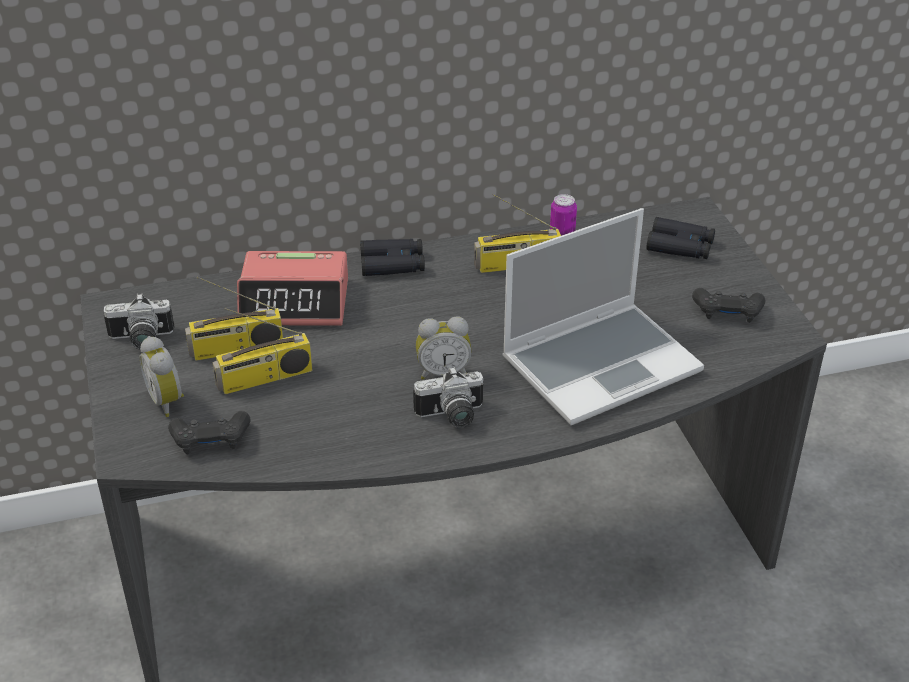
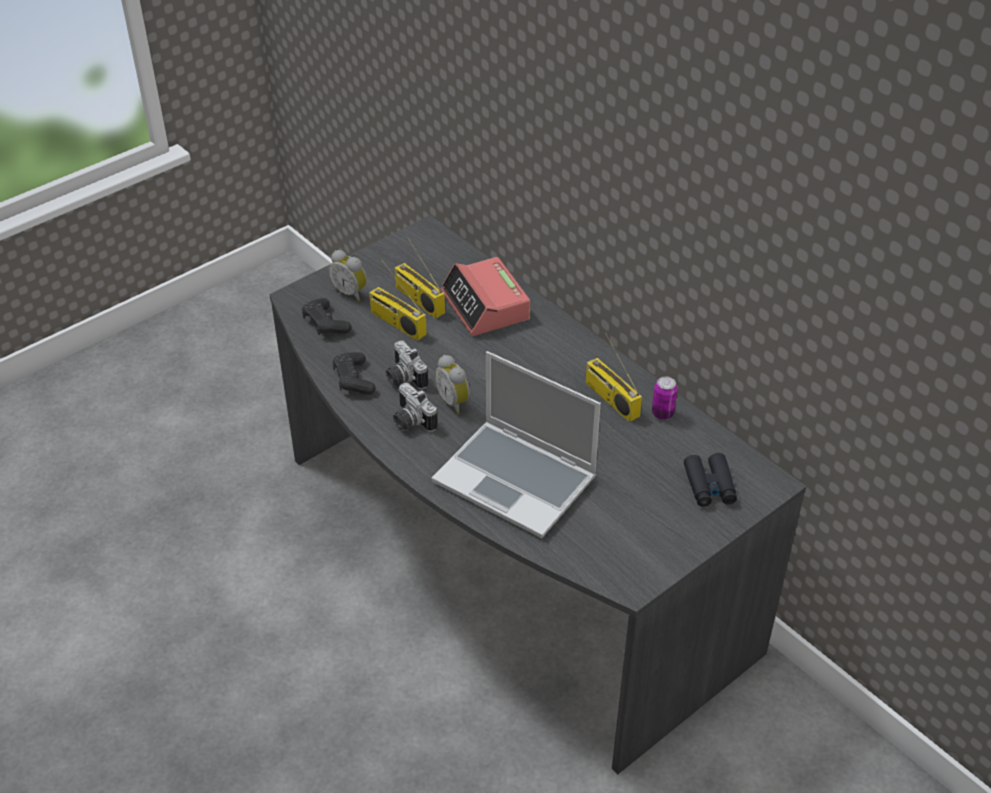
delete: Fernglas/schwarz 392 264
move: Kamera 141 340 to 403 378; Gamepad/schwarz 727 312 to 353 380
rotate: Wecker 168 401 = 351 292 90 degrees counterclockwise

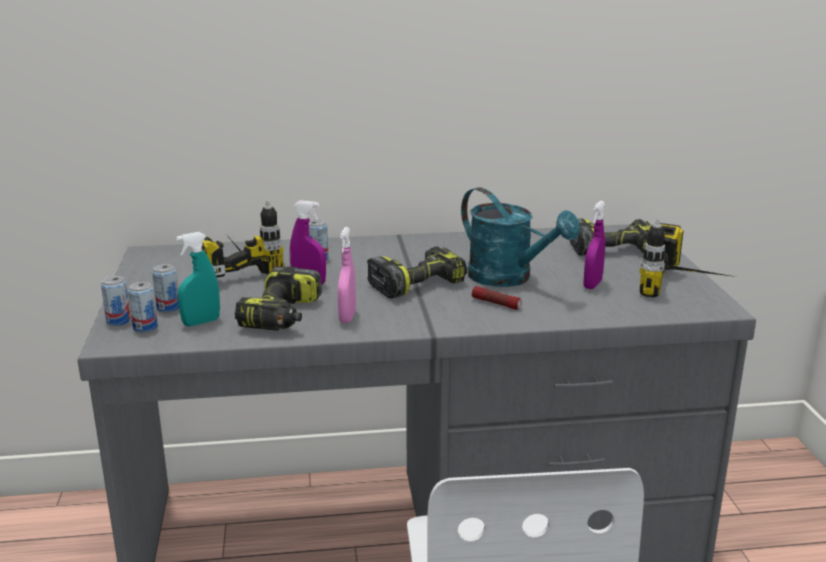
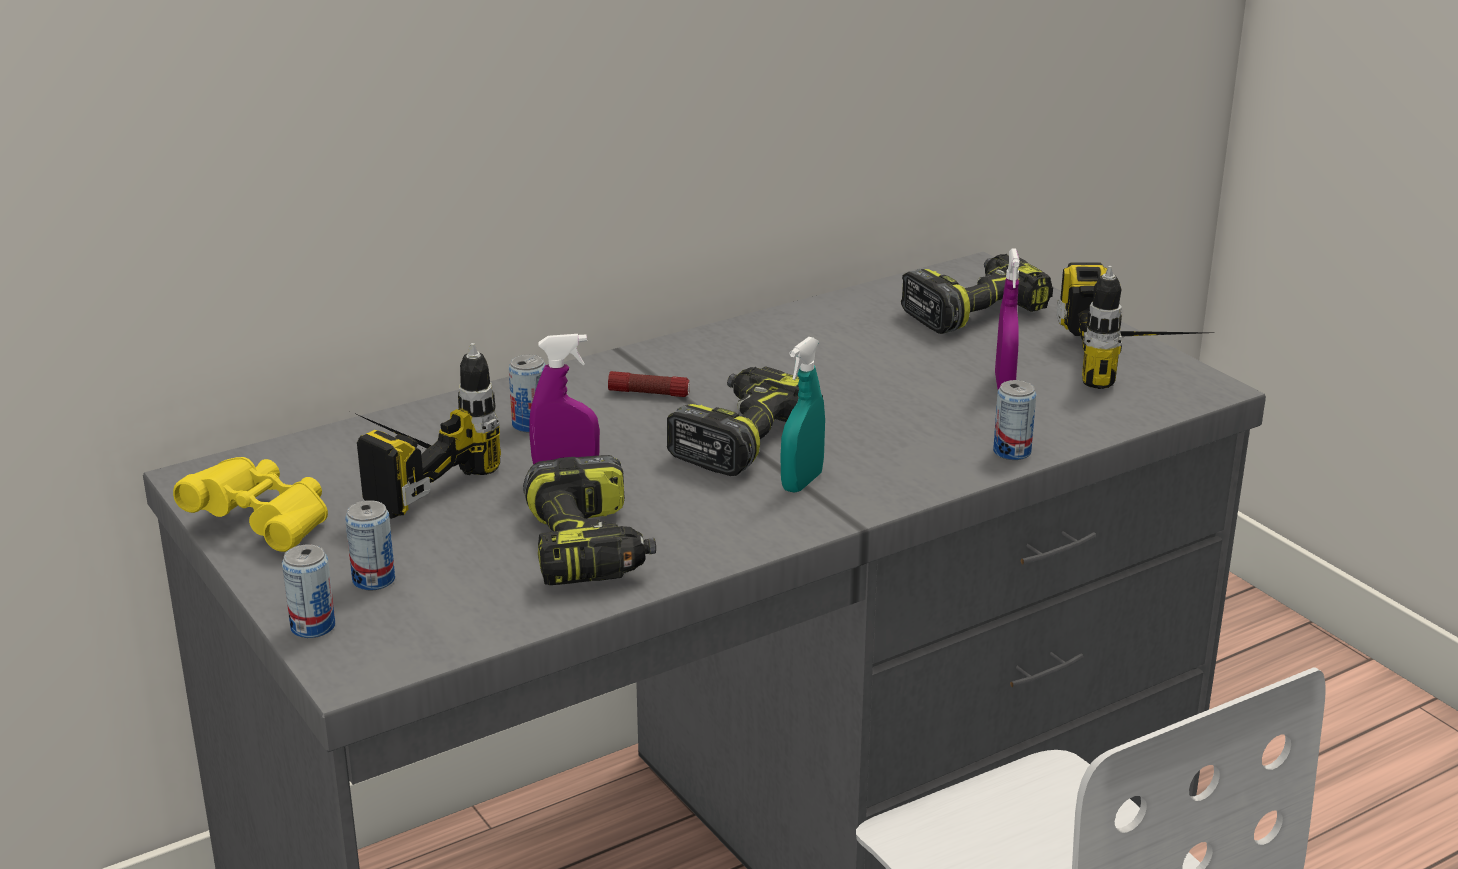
delete: Sprühflasche/rosa 347 317; Gießkanne/türkis 509 278
insert: Fernglas/gelb 264 524
move: Dose 145 327 to 1012 452; Sprühflasche/türkis 201 322 to 802 482; Taschenlampe 496 303 to 649 393

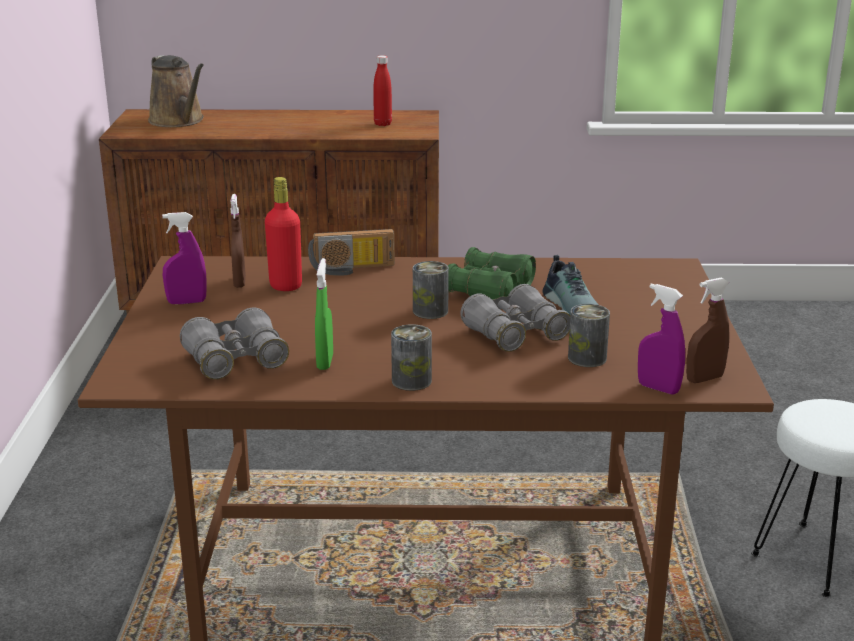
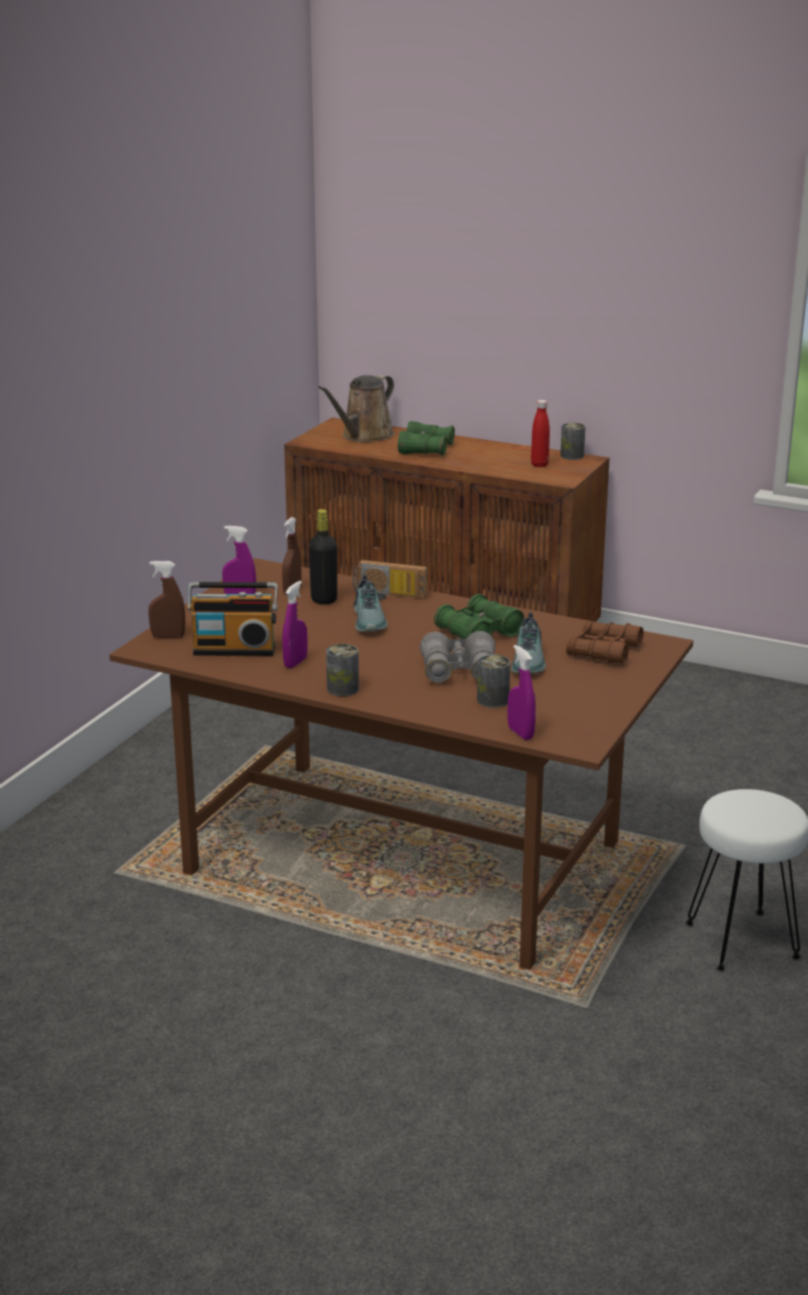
insert: Schuh 370 620; Fernglas/grün 426 449; Fernglas/braun 603 651
move: Dose 430 311 to 572 456; Sprühflasche/braun 704 379 to 168 637
replace: Fernglas/grau 236 360 to Radio 235 649
recolor: Flasche/rot 285 286 to Flasche/schwarz 324 599; Sprühflasche/grün 325 362 to Sprühflasche/lila 295 663
rotate: Gießkanne/braun 179 121 = 364 436 45 degrees clockwise

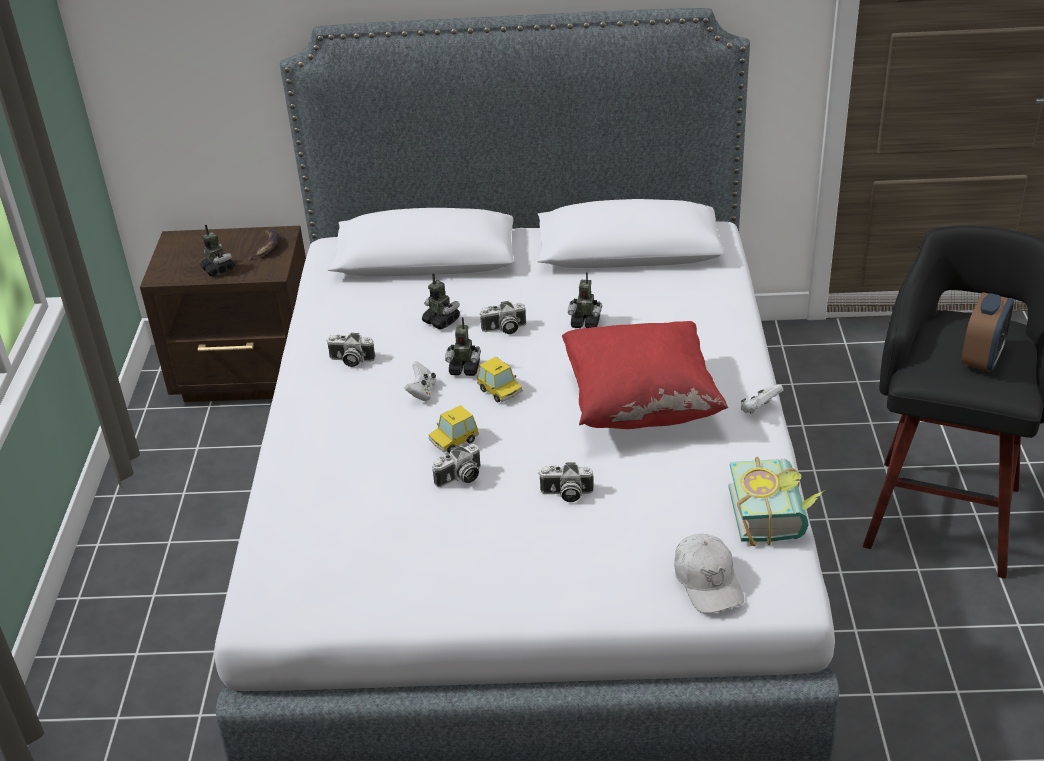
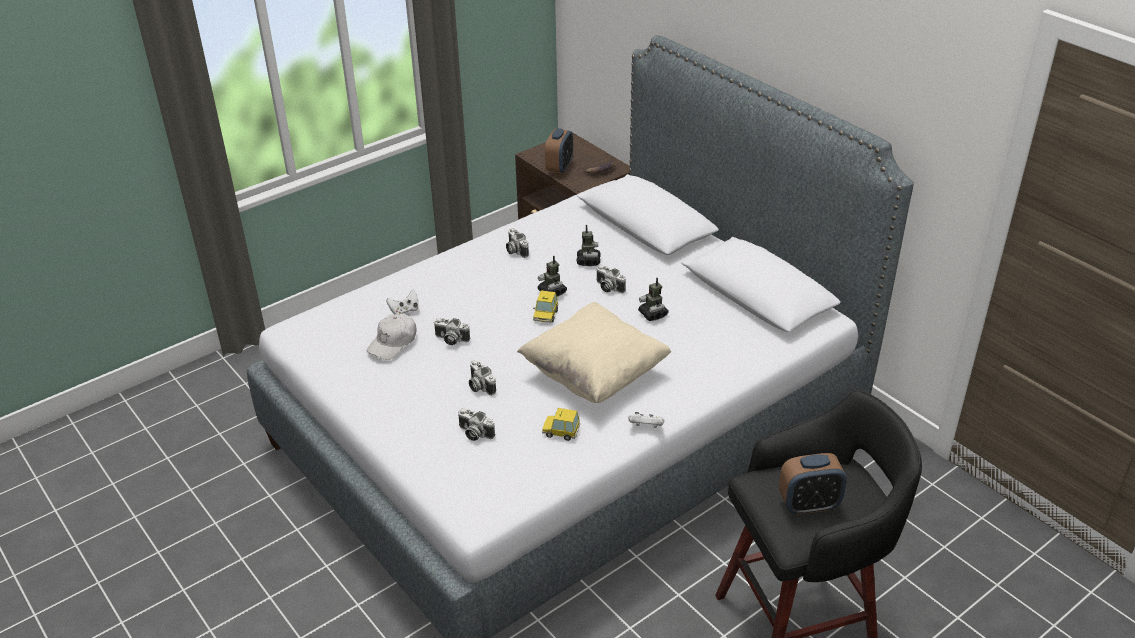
delete: Buch 776 516
insert: Kamera 474 433
move: Gamepad/weiß 422 392 to 404 311; Spielzeugauto 453 440 to 561 431; Kappe/weiß 708 581 to 393 343
replace: Spielzeugroboter 218 269 to Wecker 559 168
recolor: Kissen/rot 640 404 to Kissen/beige 594 375

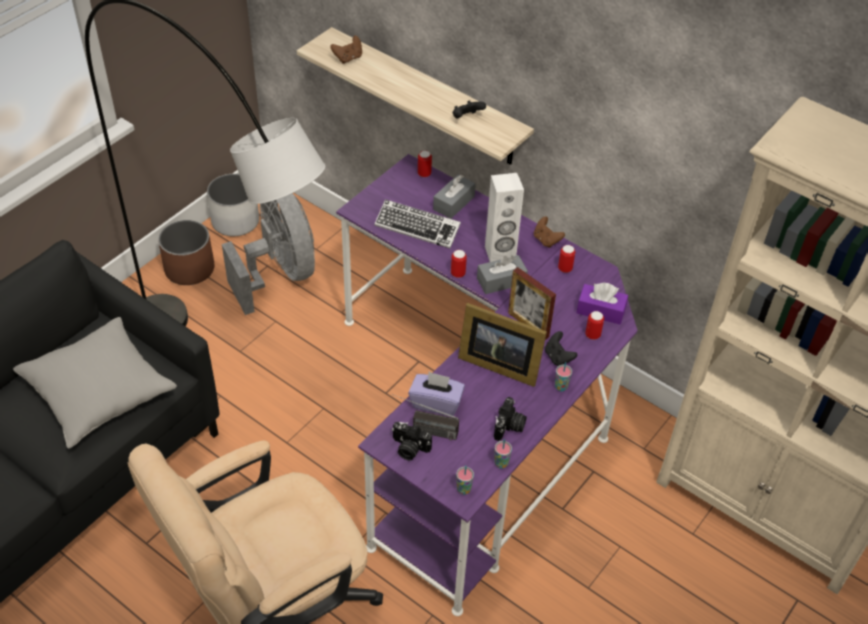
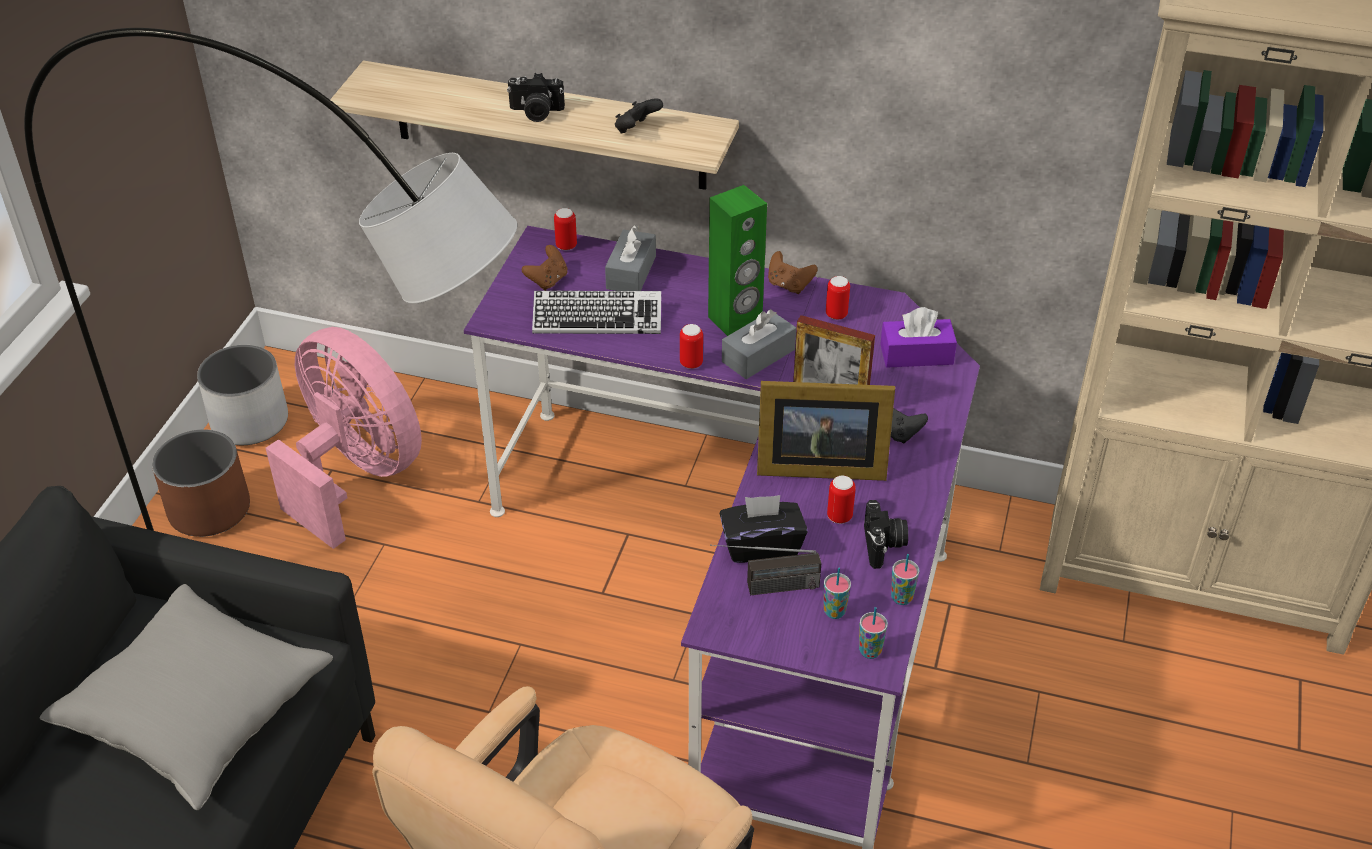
move: Gamepad/braun 348 58 to 547 280; Kamera 409 448 to 536 112; Tasse 561 387 to 834 612; Dose 592 335 to 839 516
recolor: Ventilator/grau 279 273 to Ventilator/rosa 355 475; Taschentuchbox/lila 436 403 to Taschentuchbox/schwarz 761 545; Lautsprecher/weiß 500 253 to Lautsprecher/grün 735 320

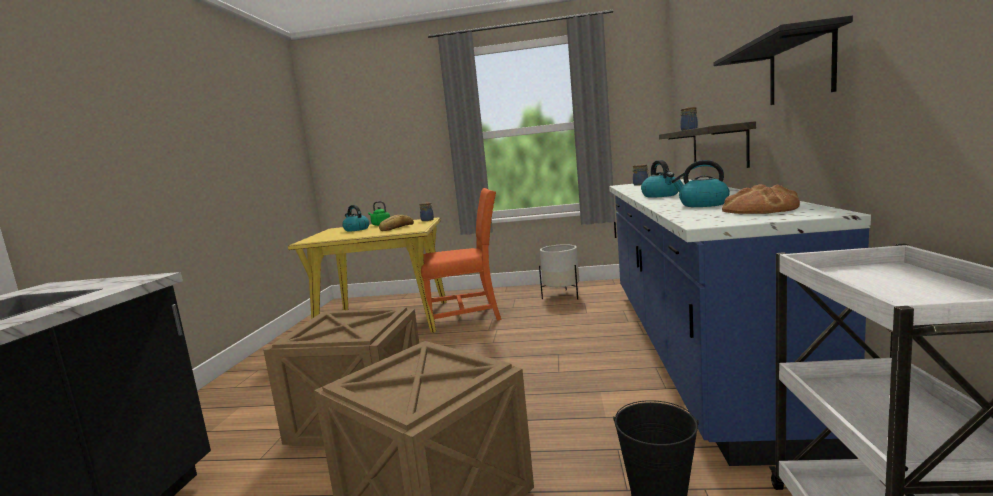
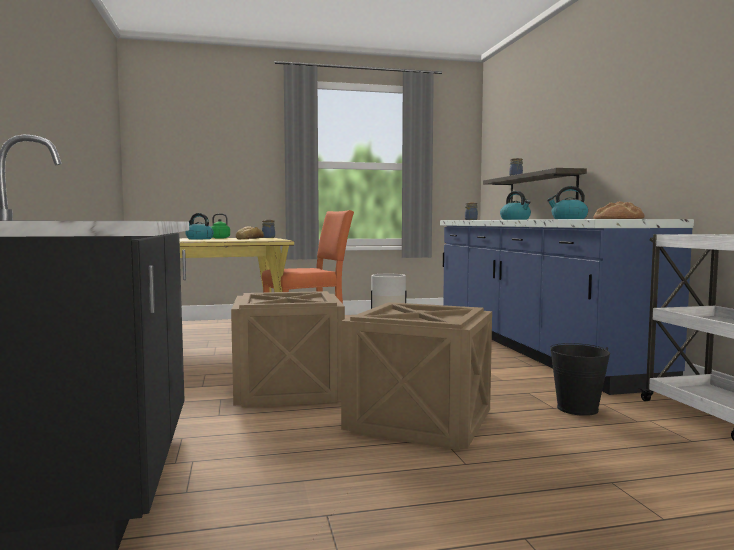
delete: Wandregal/schwarz 800 69

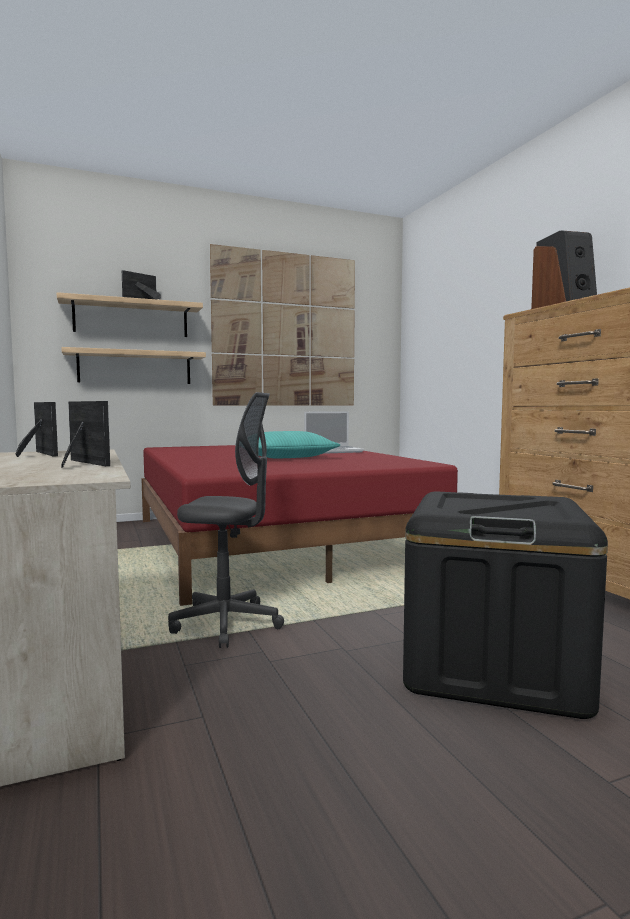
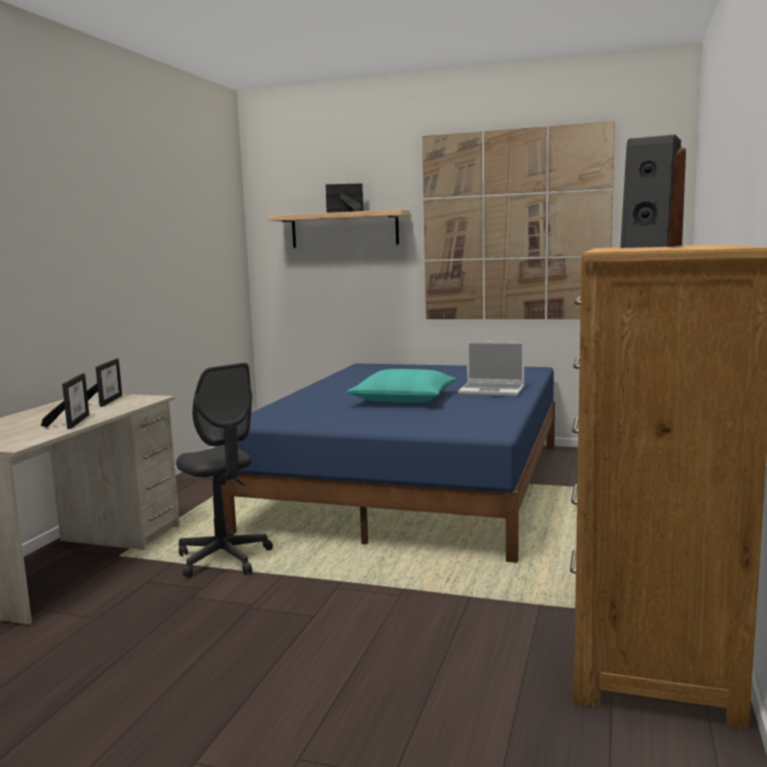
delete: Wandregal 135 367; Aufbewahrungsbox/schwarz 494 666
recolor: Bett/rot 273 541 to Bett/blau 416 484

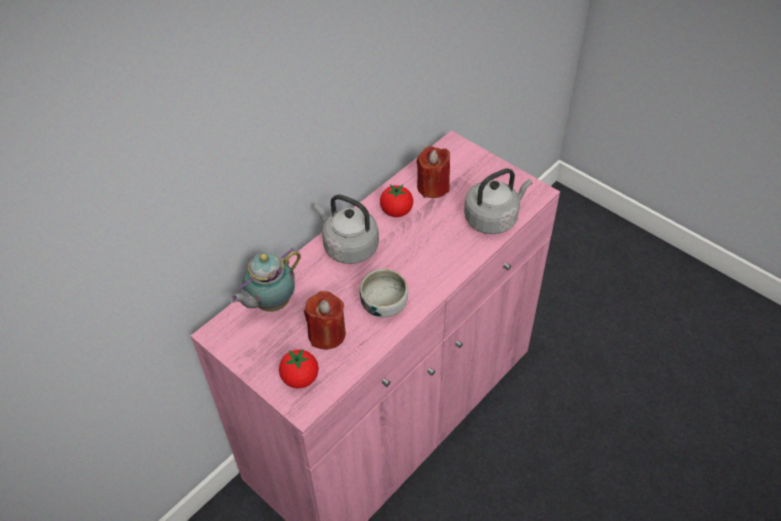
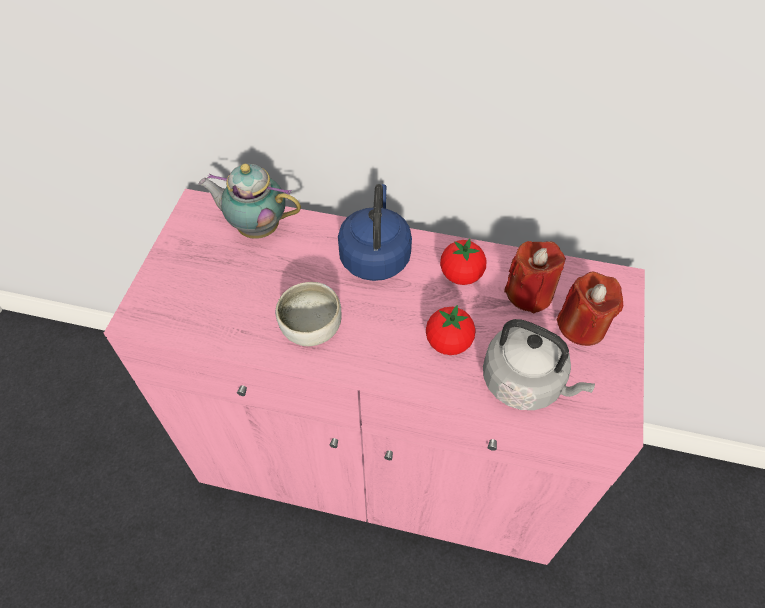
move: Tomate 300 378 to 448 342; Kerze/rot 327 334 to 582 325
recolor: Wasserkessel/grau 348 247 to Wasserkessel/blau 375 255

